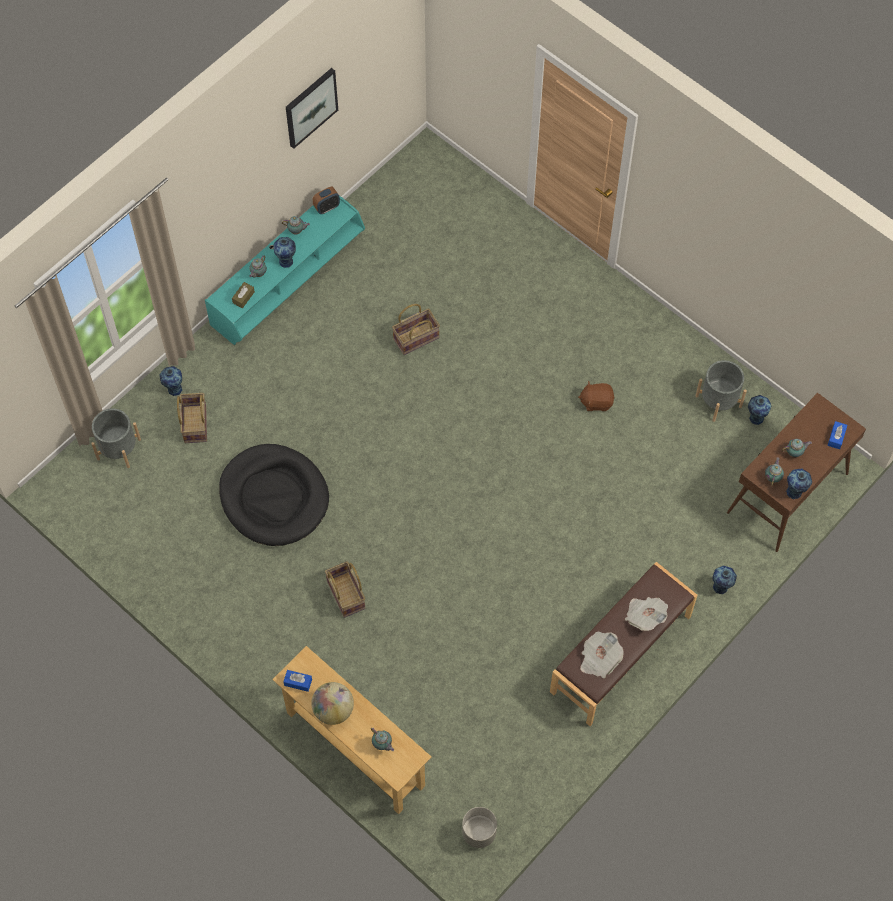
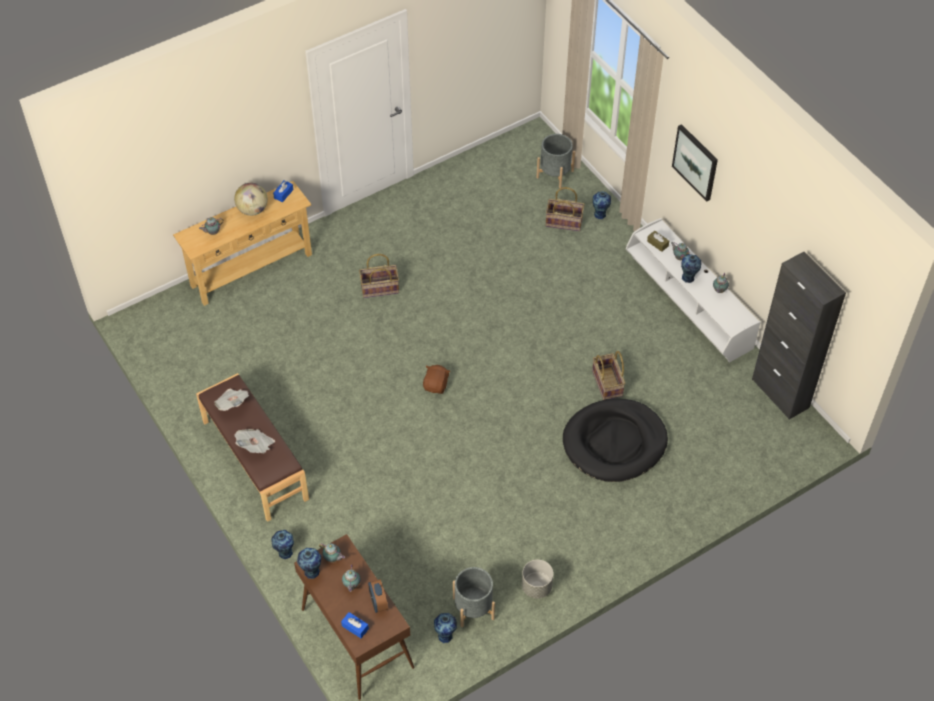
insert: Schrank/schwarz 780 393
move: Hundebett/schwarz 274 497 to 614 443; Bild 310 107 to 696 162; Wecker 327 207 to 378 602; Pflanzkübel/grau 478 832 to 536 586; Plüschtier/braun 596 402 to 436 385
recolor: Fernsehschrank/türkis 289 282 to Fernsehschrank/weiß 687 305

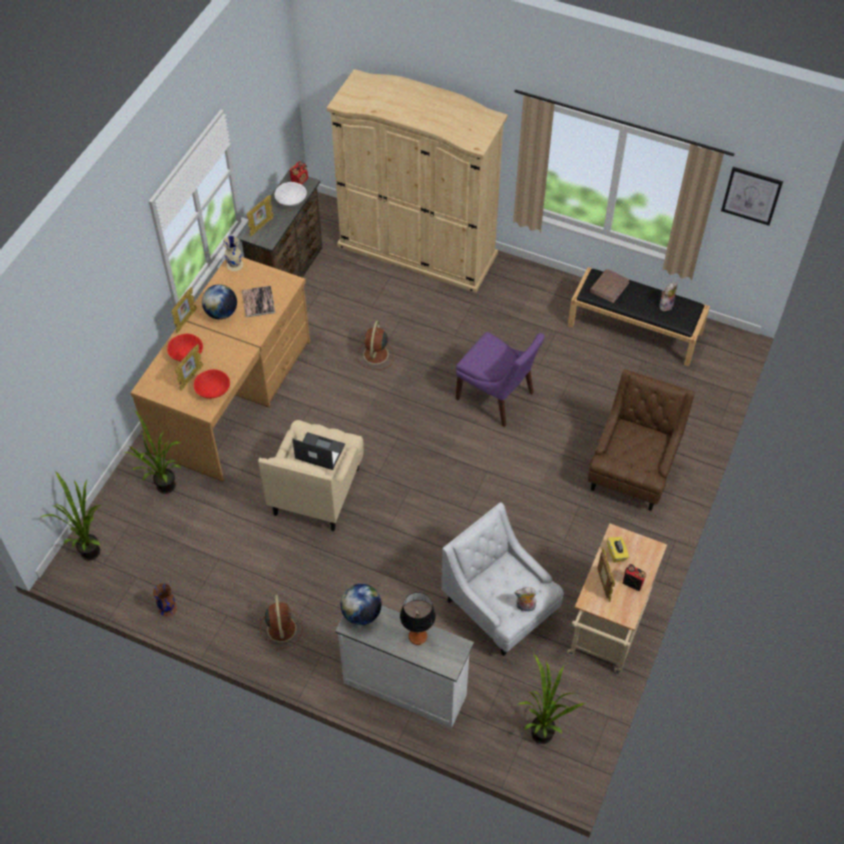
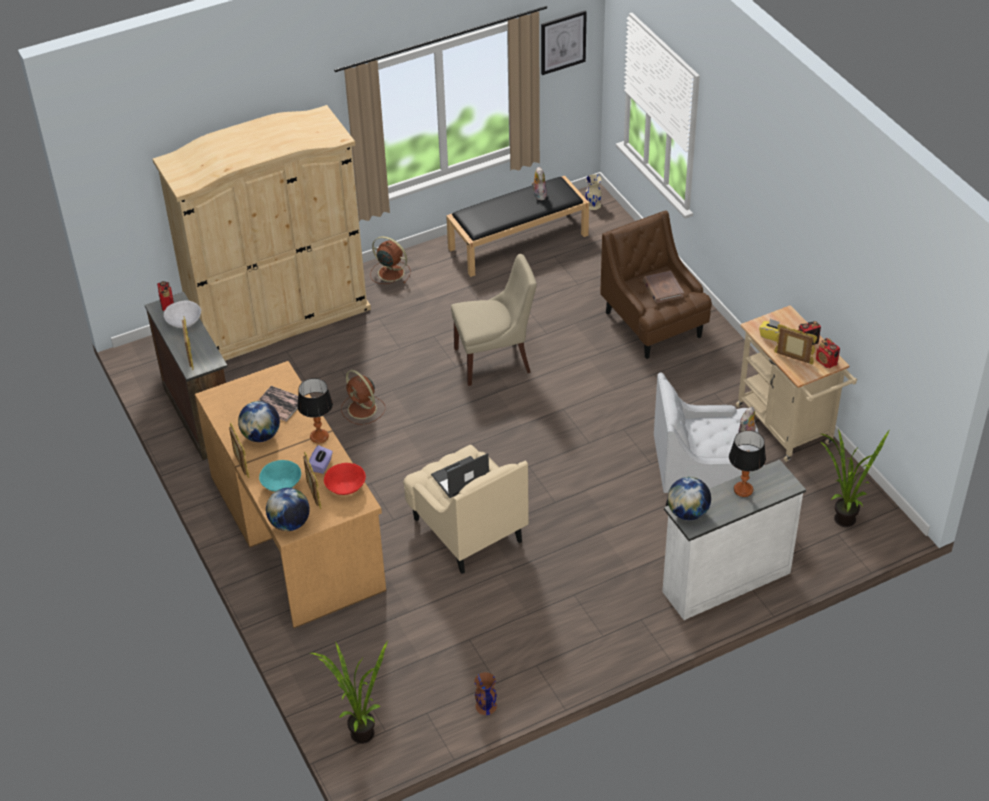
delete: Topfpflanze 163 490
insert: Globus 289 523; Tischlampe 319 436; Taschentuchbox/lila 321 465; Radio 826 362
move: Vase/beige 235 265 to 593 204; Ventilator/braun 281 627 to 390 272; Buch/braun 609 287 to 662 289
recolor: Schüssel/rot 186 354 to Schüssel/türkis 281 484; Stuhl/lila 497 397 to Stuhl/beige 495 360

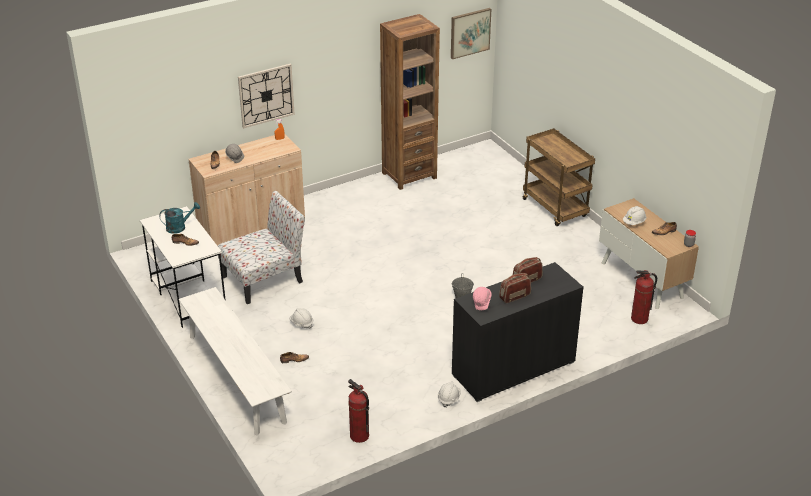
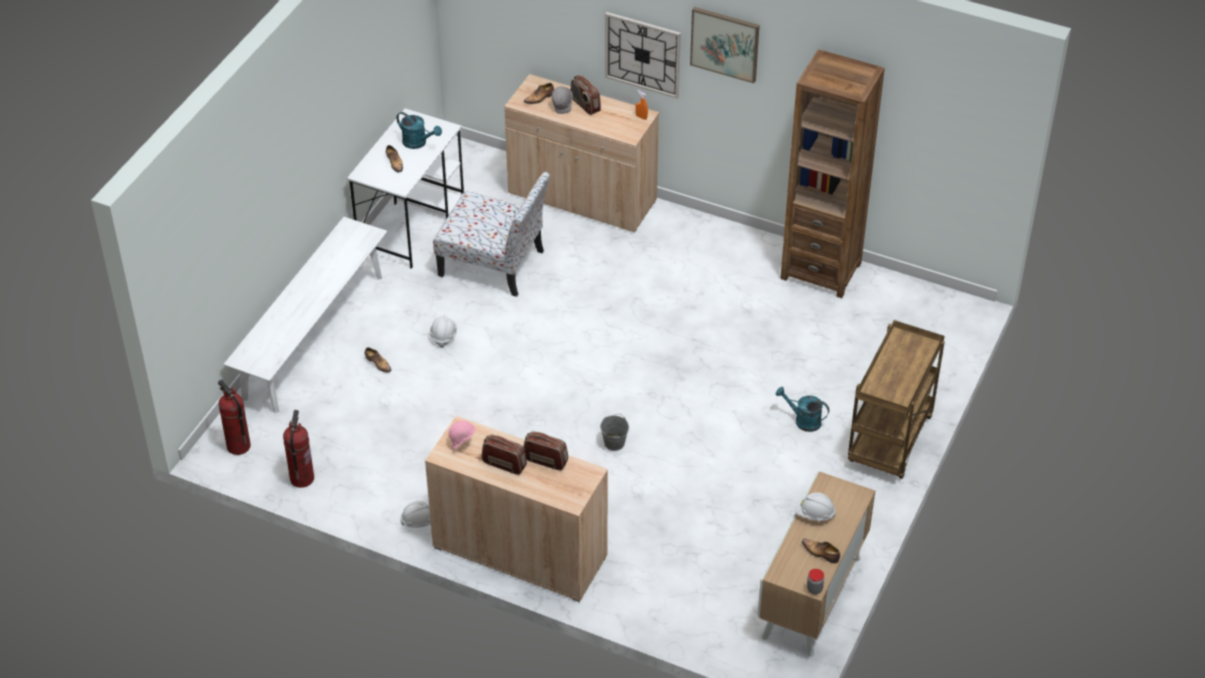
insert: Radio 585 105; Gießkanne/türkis 803 420
move: Bild 470 33 to 725 43; Feuerlöscher 639 319 to 238 446
recolor: Schrank/schwarz 513 368 to Schrank/beige 520 552

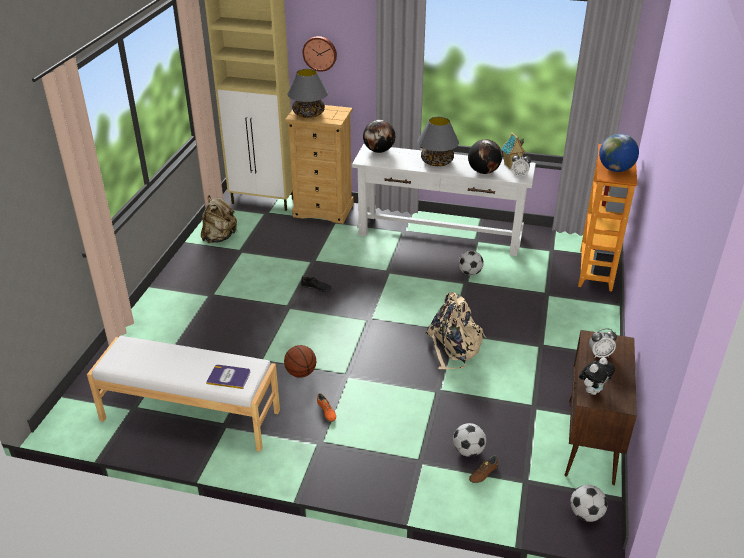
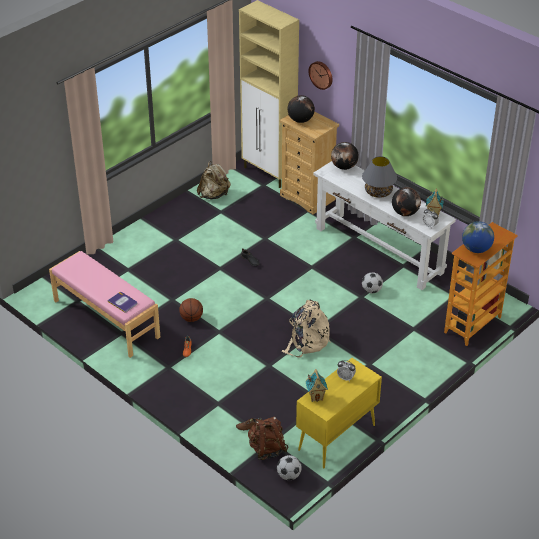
delete: Fußball 468 451
insert: Rucksack/braun 267 449
replace: Tischlampe/grau 308 114 to Globus 300 120; Plüschtier 593 390 to Spielzeughaus 316 396
recolor: Bank/weiß 190 416 to Bank/rosa 105 319; Schrank/braun 590 442 to Schrank/gelb 336 438

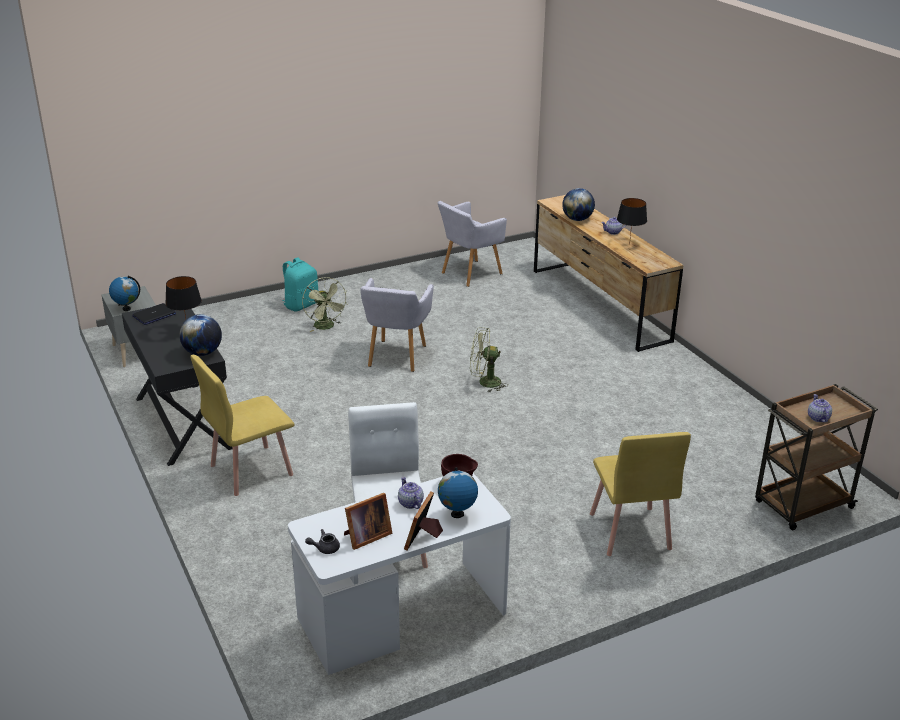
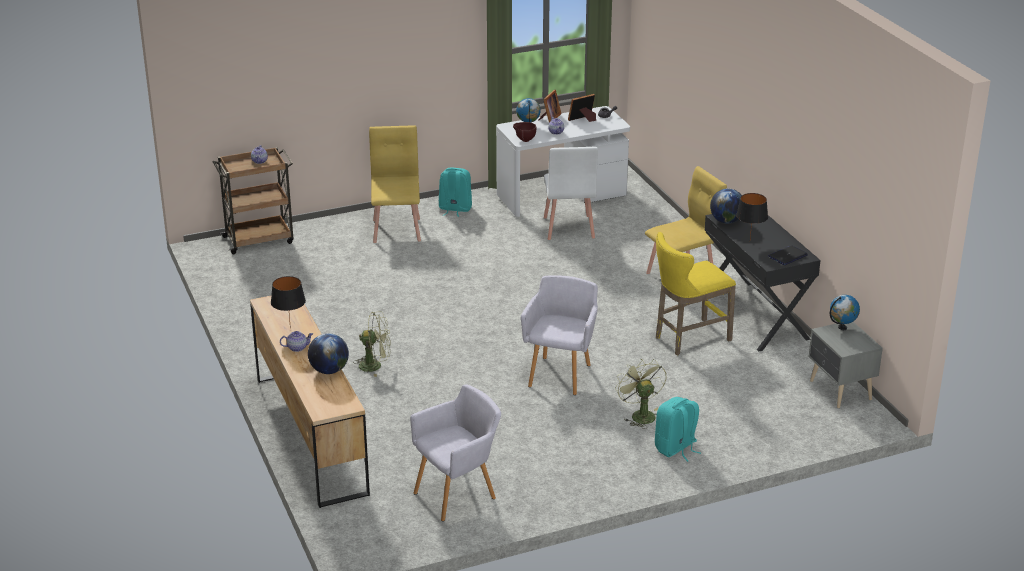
insert: Rucksack/türkis 454 209; Hocker/gelb 688 339
move: Ventilator/grün 484 383 to 375 365

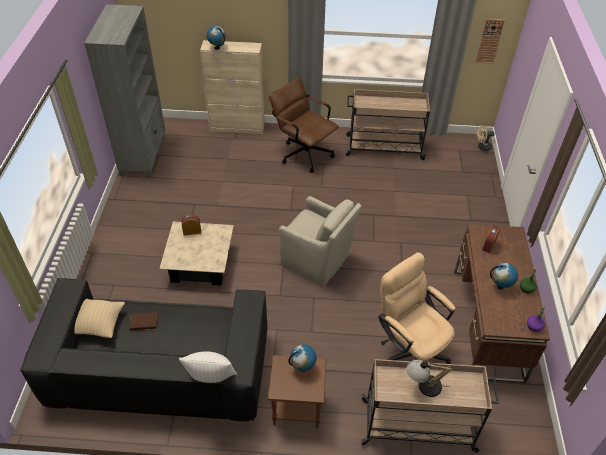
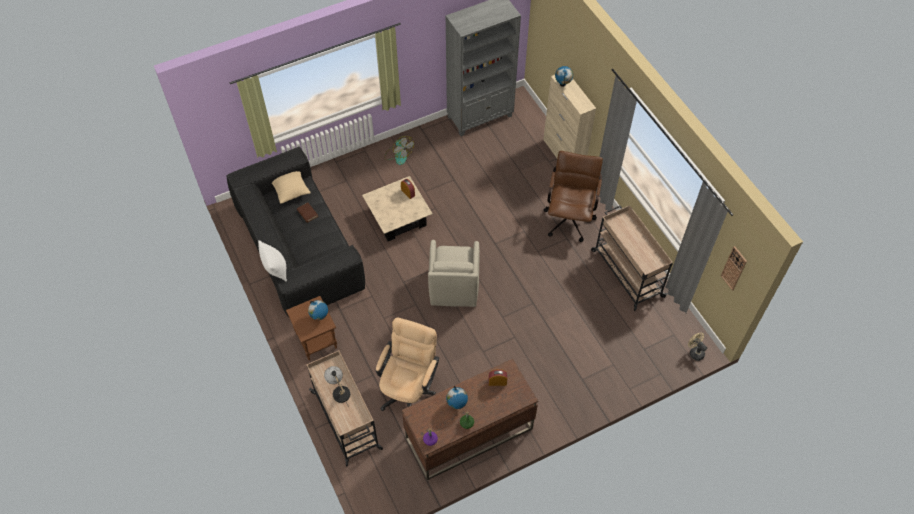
insert: Ventilator 398 155

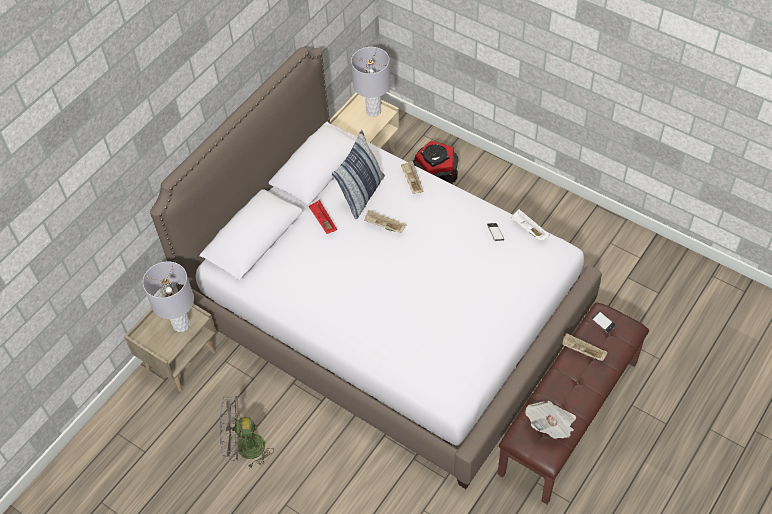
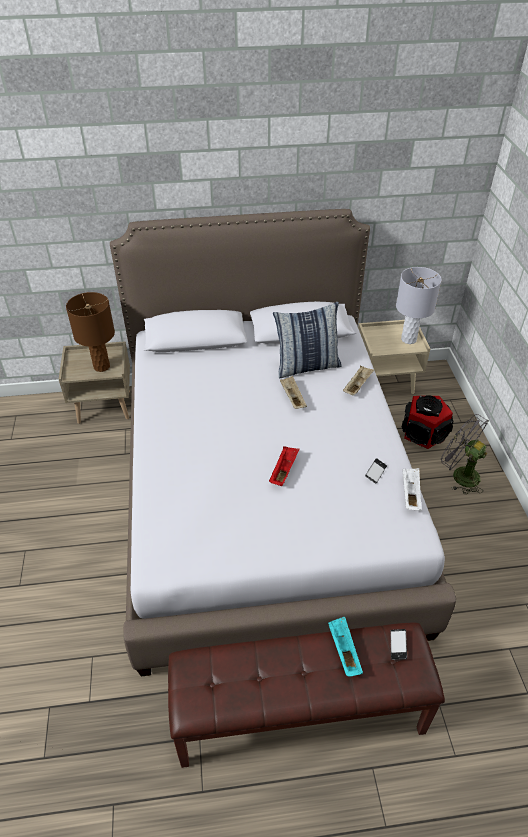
delete: Zeitung 551 425
move: Ventilator/grau 244 448 to 459 475; Tablett/rot 323 221 to 283 471
recolor: Tischlampe/grau 181 324 to Tischlampe/braun 101 366; Tablett/beige 582 351 to Tablett/türkis 343 650

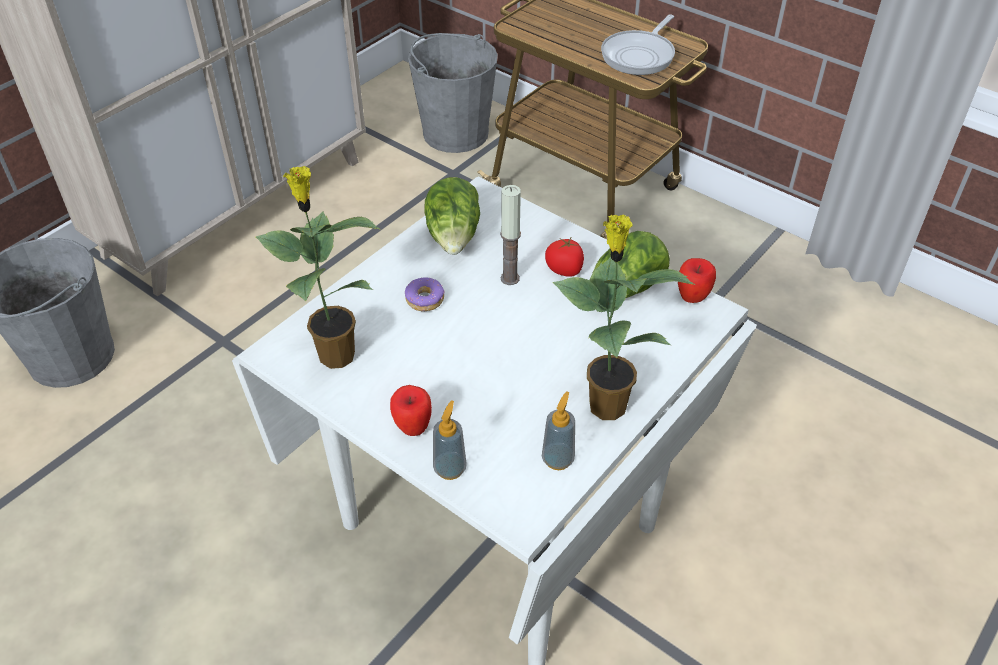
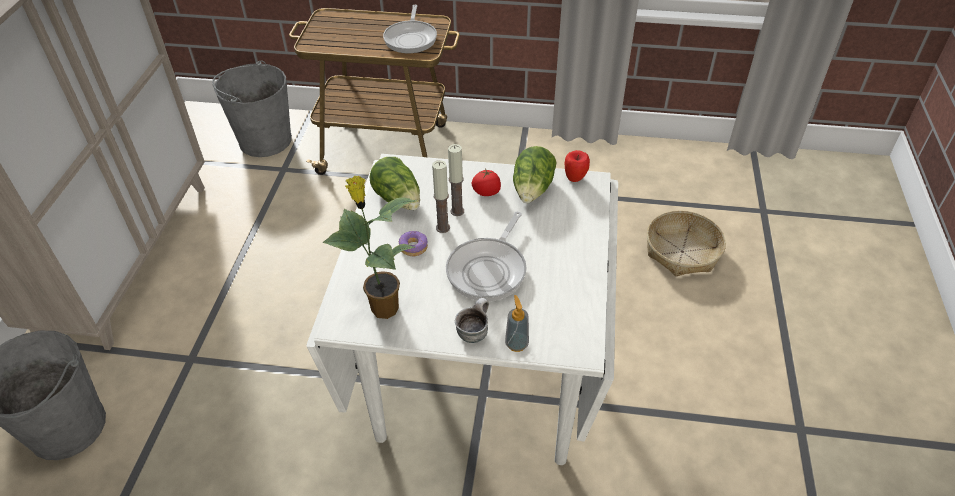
delete: Seifenspender 558 459; Topfpflanze 605 404
insert: Kerze 443 228; Pfanne 489 269; Korb 682 251
replace: Apfel 413 428 to Henkelbecher 473 331

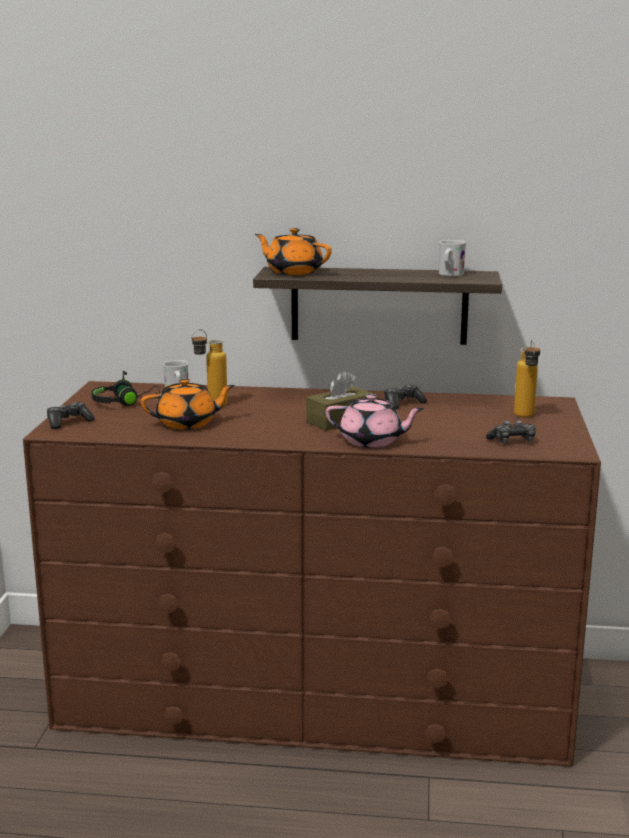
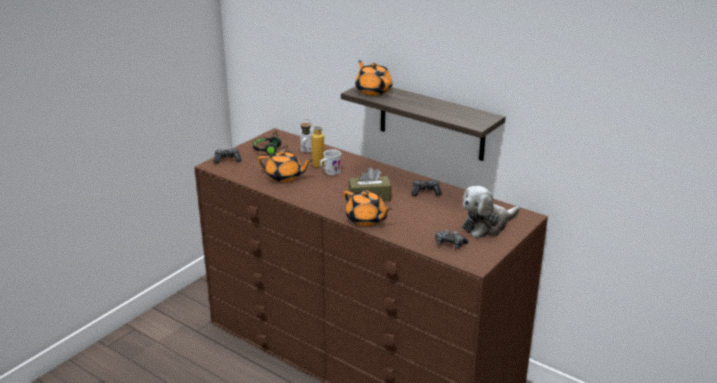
move: Henkelbecher/weiß 450 275 to 330 172
replace: Flasche 525 417 to Plüschtier 487 225
recolor: Teekanne/rosa 372 441 to Teekanne/orange 366 219

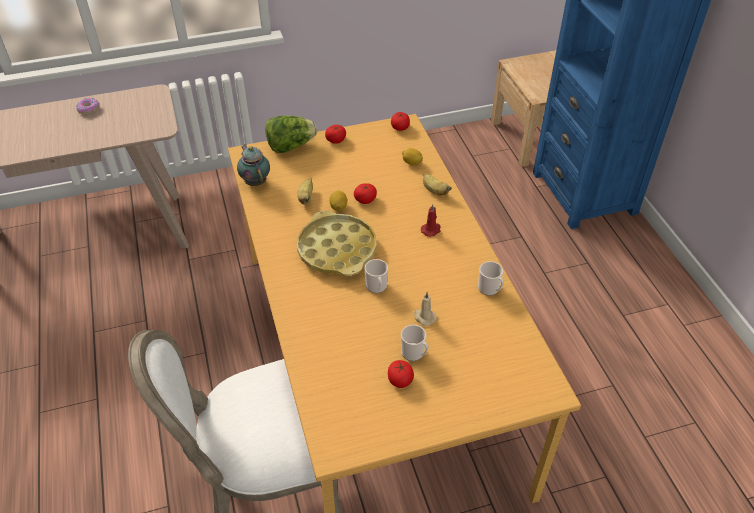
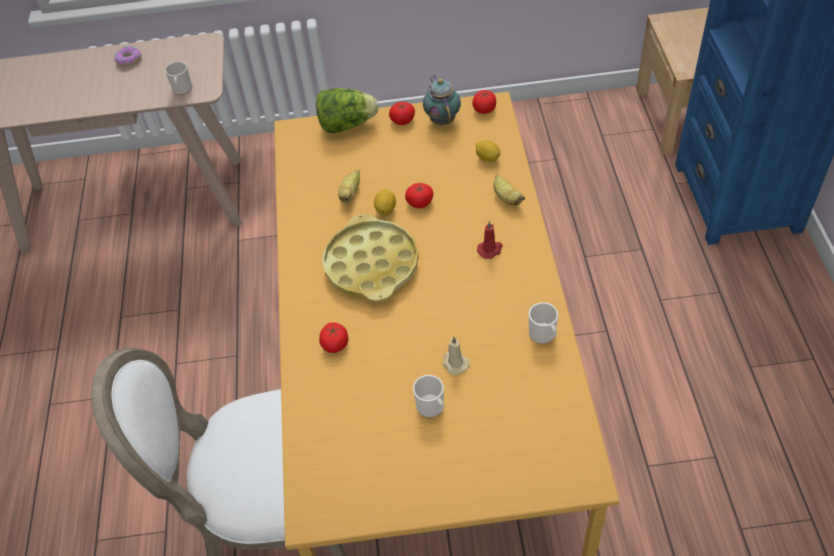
move: Teekanne 255 181 to 442 119; Henkelbecher 377 287 to 182 90; Tomate 400 379 to 335 344

